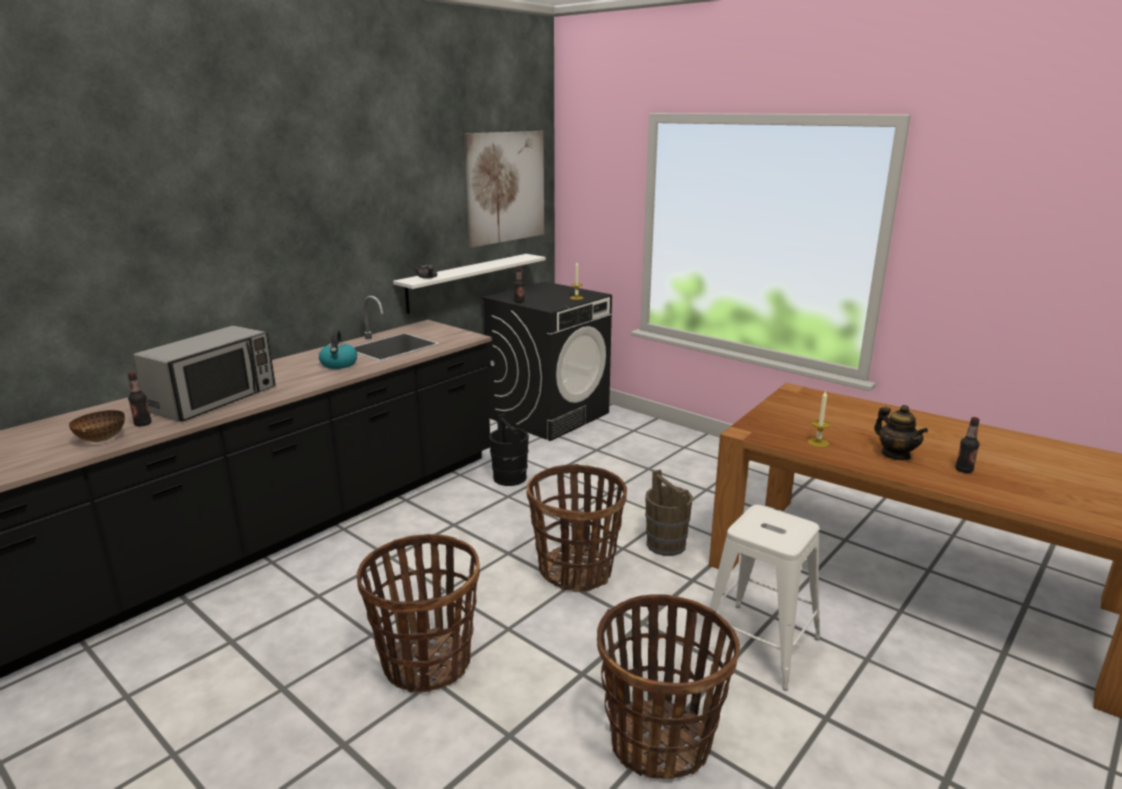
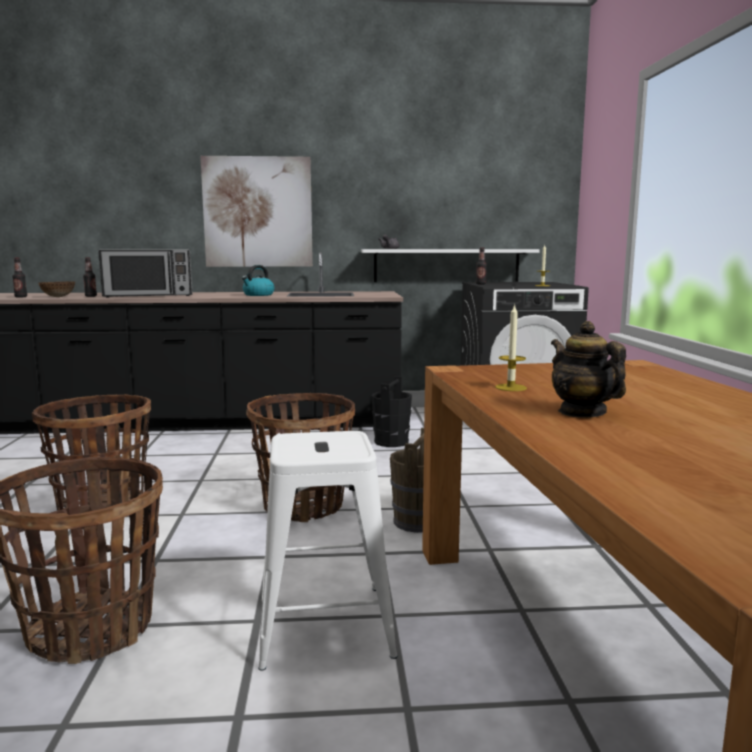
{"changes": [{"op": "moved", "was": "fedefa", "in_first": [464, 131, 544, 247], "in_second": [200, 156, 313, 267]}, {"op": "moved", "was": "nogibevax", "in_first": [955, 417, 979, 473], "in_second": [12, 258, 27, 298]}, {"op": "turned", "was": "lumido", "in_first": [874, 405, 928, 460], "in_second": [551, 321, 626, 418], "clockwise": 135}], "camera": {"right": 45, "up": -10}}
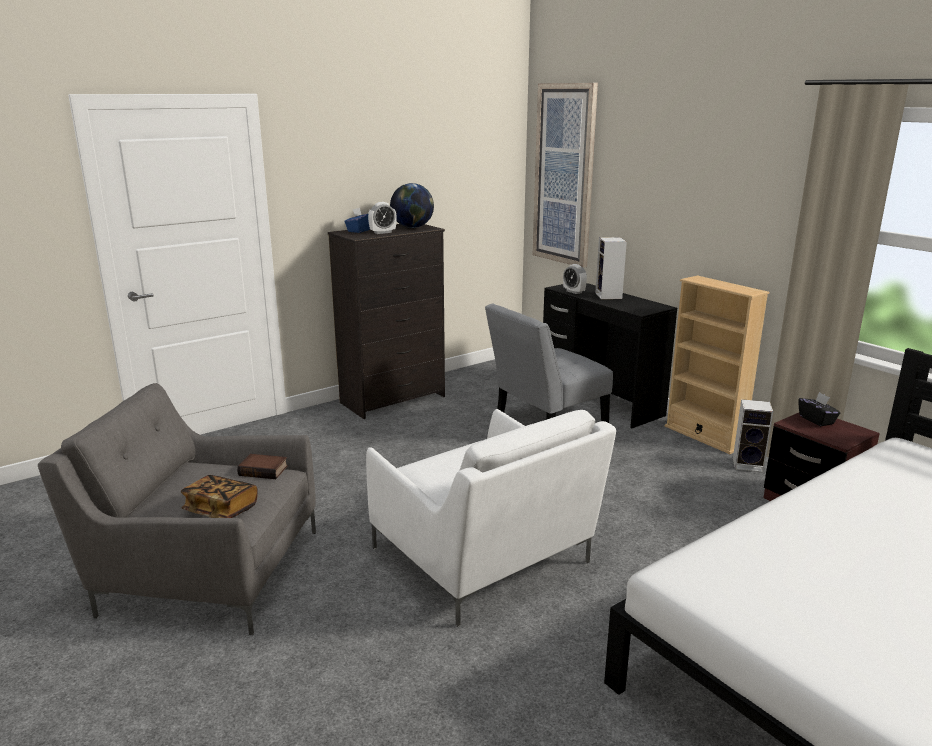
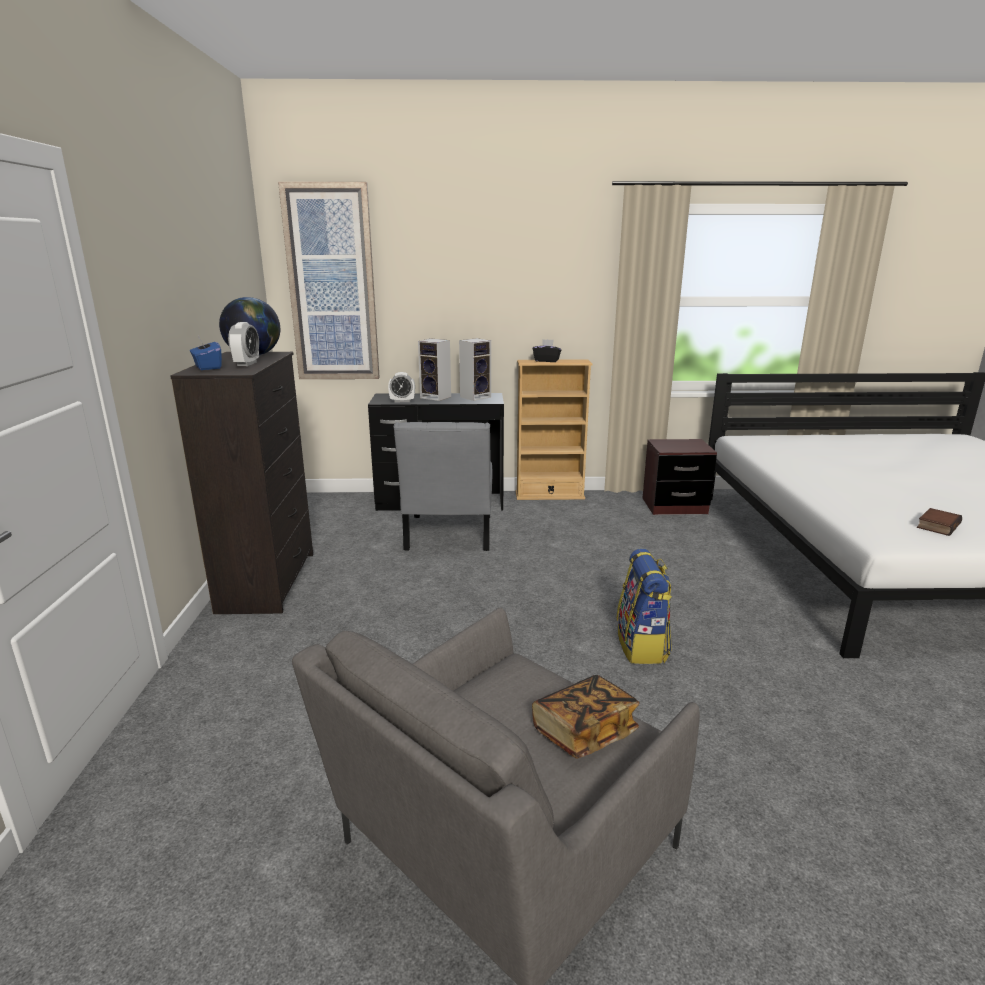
{"changes": [{"op": "moved", "was": "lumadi", "in_first": [237, 454, 288, 479], "in_second": [917, 508, 962, 536]}, {"op": "moved", "was": "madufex", "in_first": [733, 399, 773, 473], "in_second": [459, 338, 491, 401]}, {"op": "moved", "was": "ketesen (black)", "in_first": [798, 392, 841, 426], "in_second": [533, 339, 561, 362]}, {"op": "replaced", "was": "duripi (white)", "now": "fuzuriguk", "in_first": [366, 409, 616, 627], "in_second": [617, 549, 672, 664]}], "camera": {"right": -55, "up": 0}}
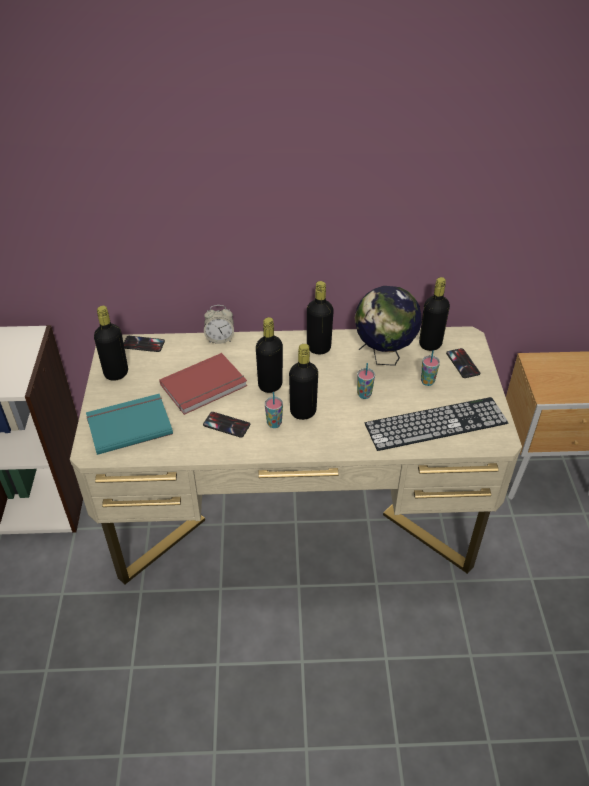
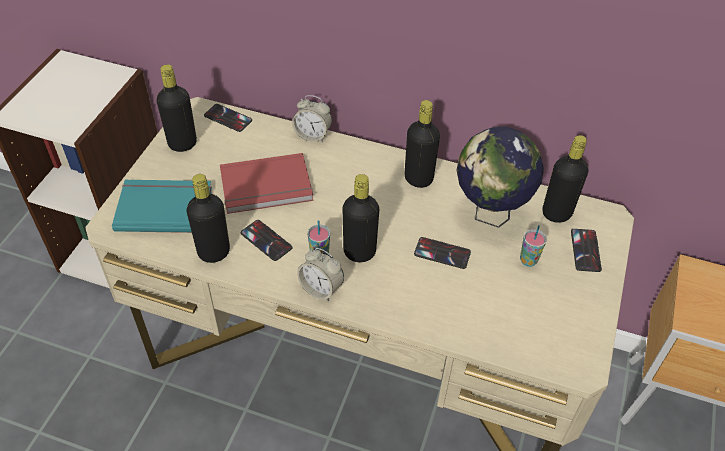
{"changes": [{"op": "removed", "was": "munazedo", "in_first": [365, 397, 508, 451]}, {"op": "added", "now": "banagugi", "in_second": [297, 248, 344, 301]}, {"op": "moved", "was": "nogibevax (black)", "in_first": [256, 317, 283, 393], "in_second": [187, 174, 230, 263]}, {"op": "replaced", "was": "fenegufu", "now": "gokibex", "in_first": [357, 363, 375, 399], "in_second": [414, 237, 471, 269]}], "camera": {"right": 20, "up": 5}}
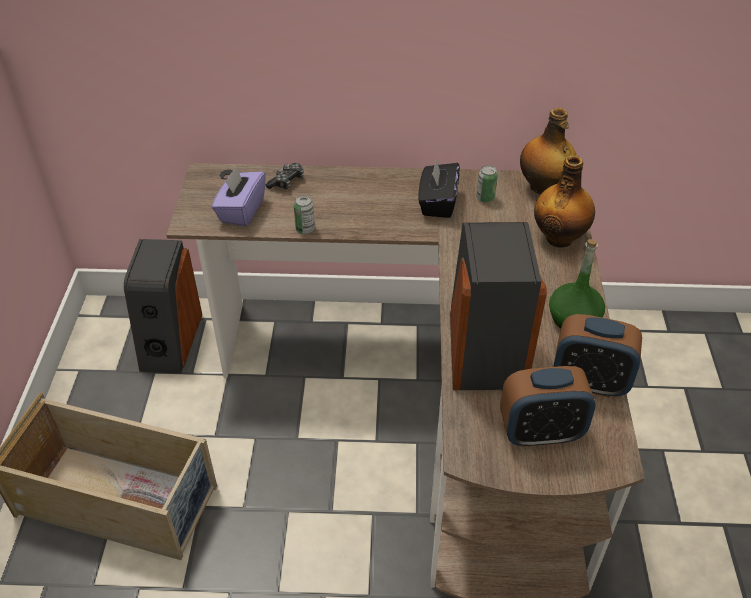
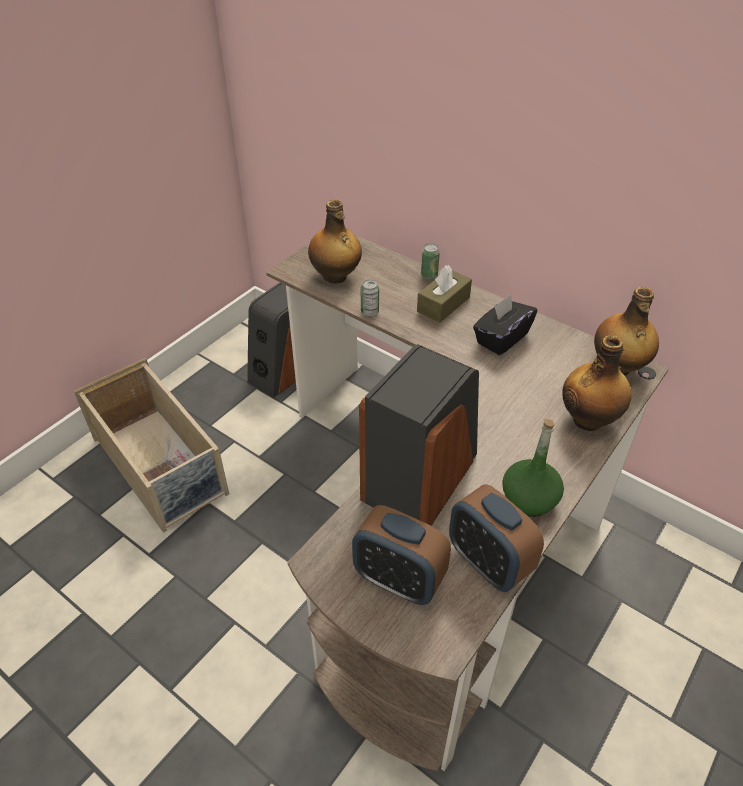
{"changes": [{"op": "removed", "was": "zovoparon", "in_first": [266, 163, 304, 189]}, {"op": "added", "now": "ketesen (brown)", "in_second": [417, 265, 472, 323]}, {"op": "moved", "was": "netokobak", "in_first": [476, 165, 498, 203], "in_second": [421, 244, 440, 279]}, {"op": "replaced", "was": "ketesen (purple)", "now": "nogibevax", "in_first": [212, 166, 266, 226], "in_second": [308, 199, 362, 284]}], "camera": {"right": 35, "up": 0}}
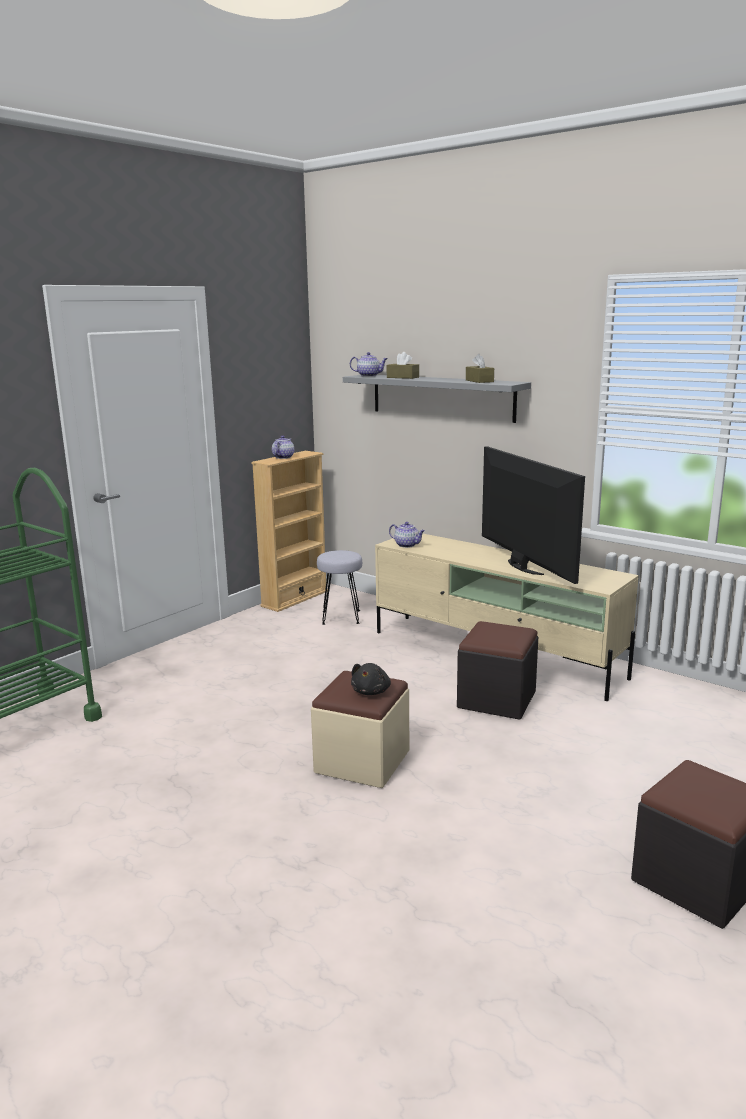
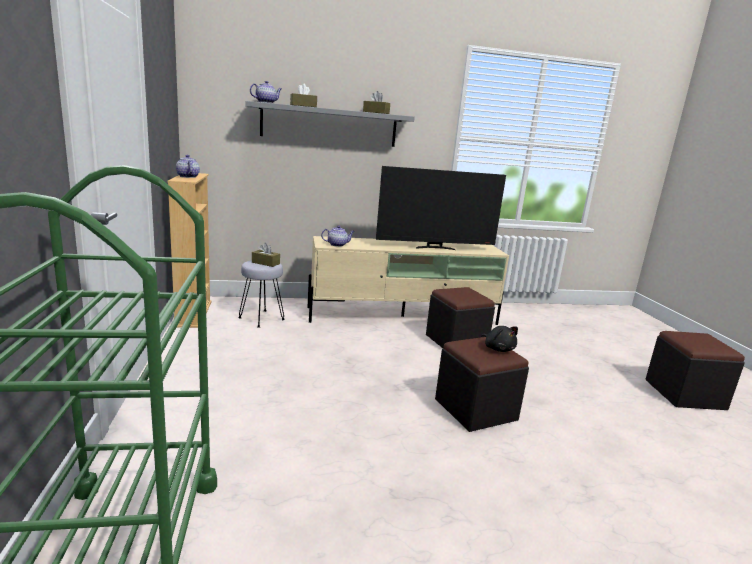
{"changes": [{"op": "added", "now": "ketesen (brown)", "in_second": [252, 243, 280, 267]}, {"op": "recoloured", "was": "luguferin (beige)", "now": "luguferin (black)", "in_first": [311, 671, 409, 788], "in_second": [435, 337, 529, 432]}, {"op": "turned", "was": "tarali", "in_first": [482, 446, 585, 584], "in_second": [376, 166, 506, 250], "clockwise": 150}], "camera": {"right": -50, "up": 0}}
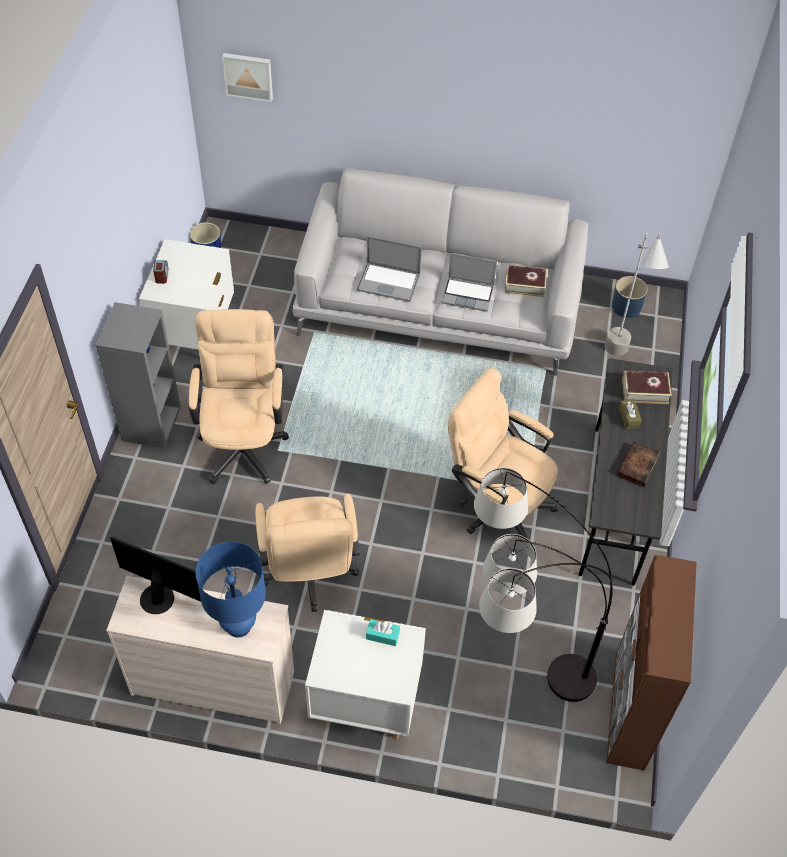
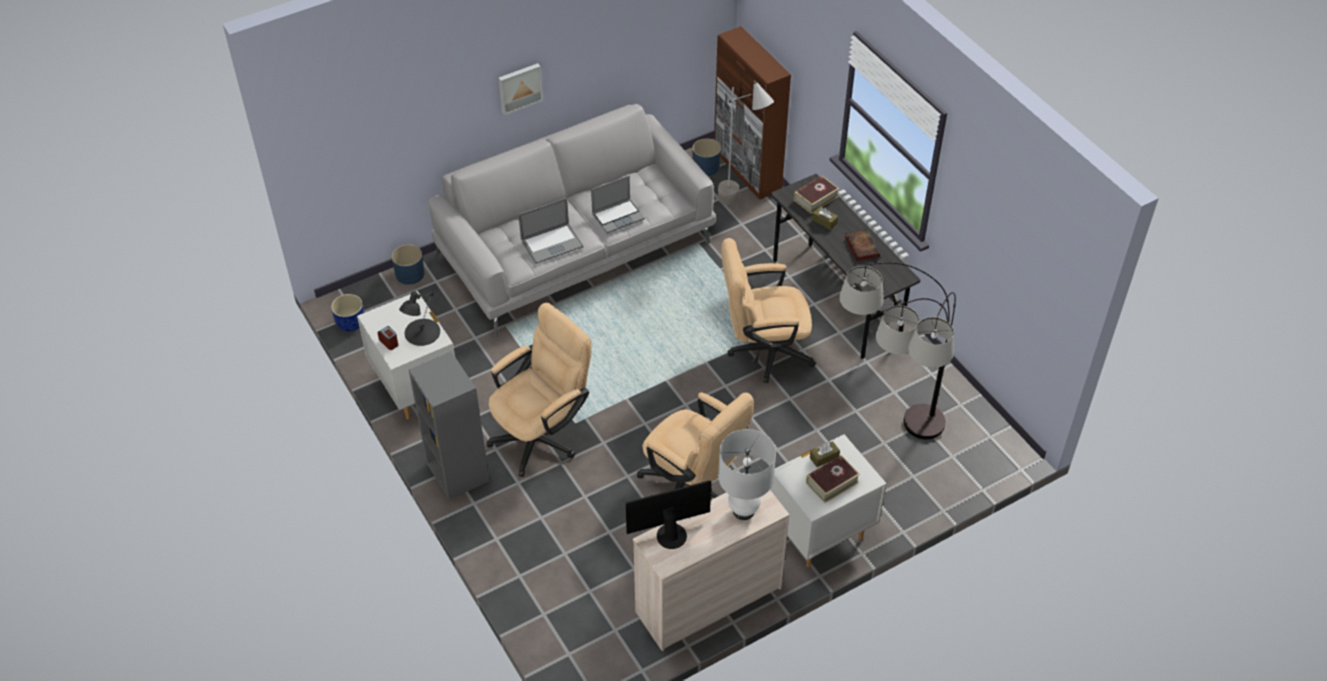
{"changes": [{"op": "added", "now": "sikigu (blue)", "in_second": [391, 245, 425, 285]}, {"op": "added", "now": "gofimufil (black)", "in_second": [399, 291, 440, 346]}, {"op": "moved", "was": "fedefa", "in_first": [222, 53, 273, 102], "in_second": [499, 63, 543, 115]}, {"op": "moved", "was": "lumadi", "in_first": [504, 265, 547, 297], "in_second": [806, 455, 860, 503]}, {"op": "moved", "was": "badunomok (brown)", "in_first": [606, 555, 697, 771], "in_second": [714, 26, 791, 200]}, {"op": "recoloured", "was": "gofimufil (blue)", "now": "gofimufil (white)", "in_first": [196, 542, 266, 637], "in_second": [718, 429, 776, 520]}, {"op": "recoloured", "was": "ketesen (turquoise)", "now": "ketesen (brown)", "in_first": [366, 619, 400, 646], "in_second": [810, 441, 840, 467]}, {"op": "turned", "was": "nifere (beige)", "in_first": [189, 309, 289, 484], "in_second": [487, 303, 591, 477], "clockwise": 90}], "camera": {"right": -40, "up": -5}}
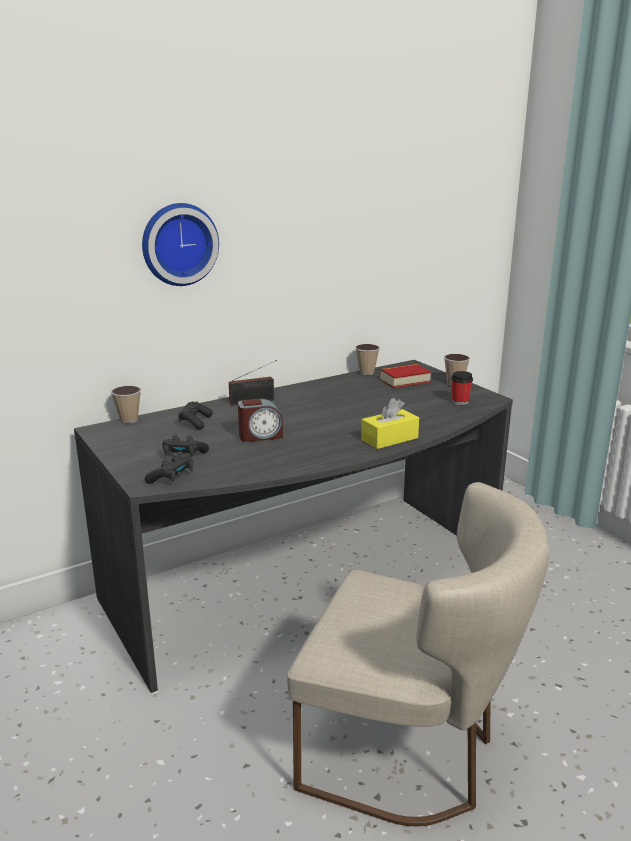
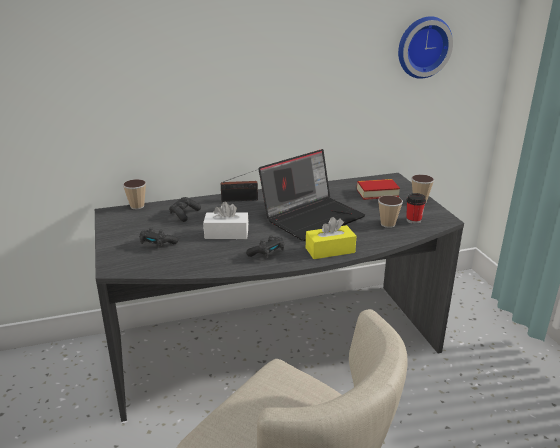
{"changes": [{"op": "added", "now": "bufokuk", "in_second": [259, 149, 365, 241]}, {"op": "moved", "was": "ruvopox", "in_first": [142, 203, 219, 286], "in_second": [398, 16, 453, 79]}, {"op": "moved", "was": "zovoparon (black)", "in_first": [145, 453, 193, 484], "in_second": [246, 235, 284, 258]}, {"op": "moved", "was": "fenegufu", "in_first": [355, 344, 380, 375], "in_second": [378, 195, 403, 228]}, {"op": "replaced", "was": "banagugi", "now": "ketesen (white)", "in_first": [238, 399, 283, 442], "in_second": [203, 202, 249, 239]}], "camera": {"right": 15, "up": 5}}
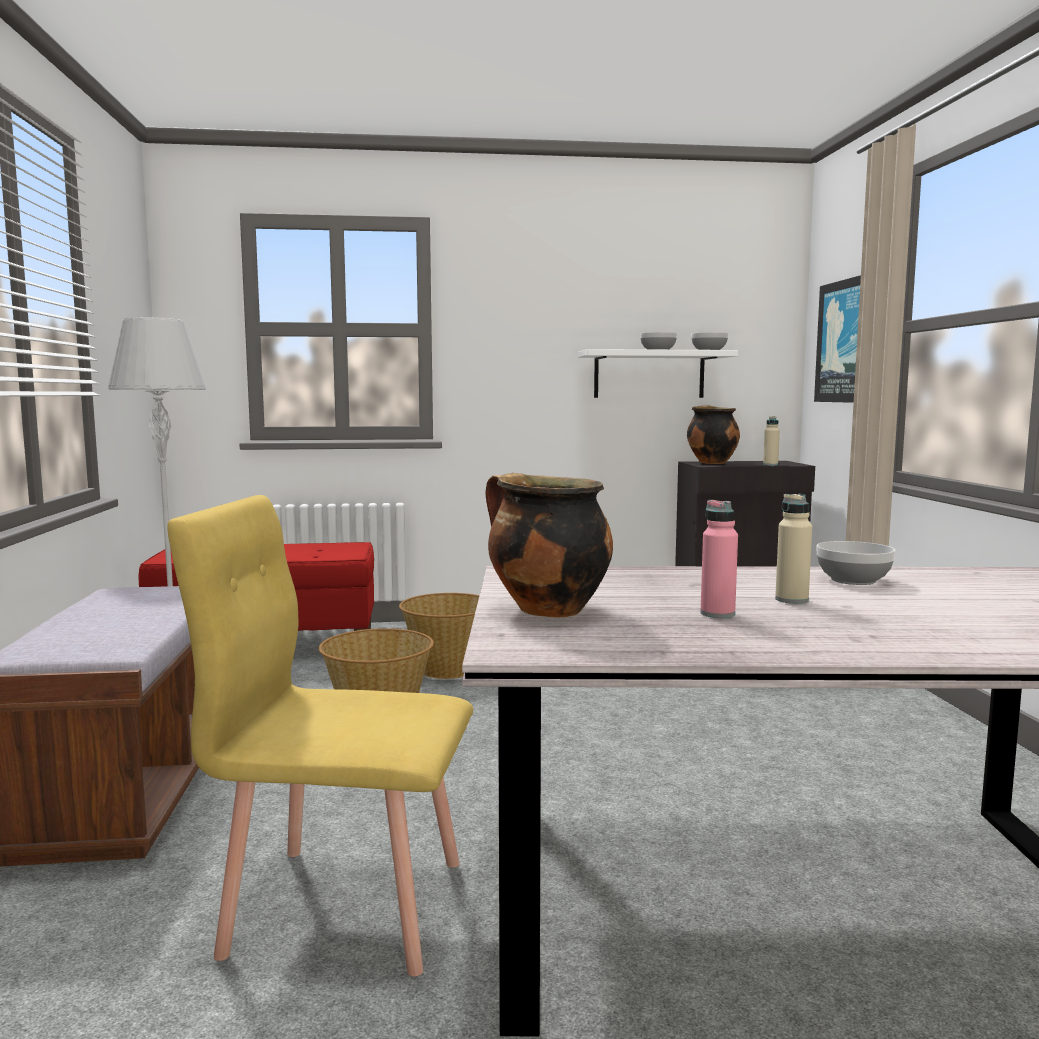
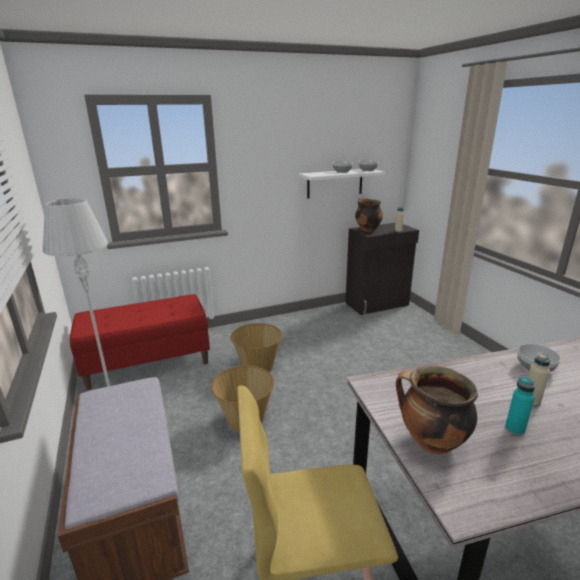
{"changes": [{"op": "removed", "was": "fedefa", "in_first": [814, 275, 861, 403]}, {"op": "recoloured", "was": "nogibevax (pink)", "now": "nogibevax (turquoise)", "in_first": [700, 500, 738, 618], "in_second": [505, 377, 535, 436]}], "camera": {"right": -15, "up": 15}}
